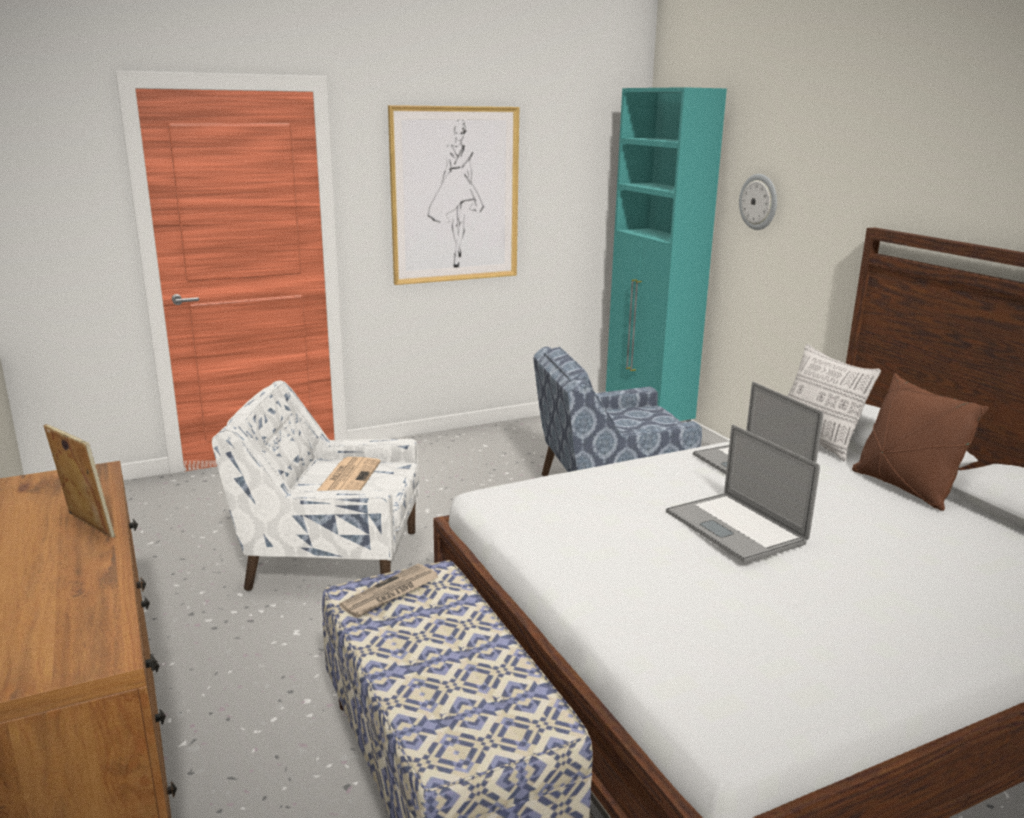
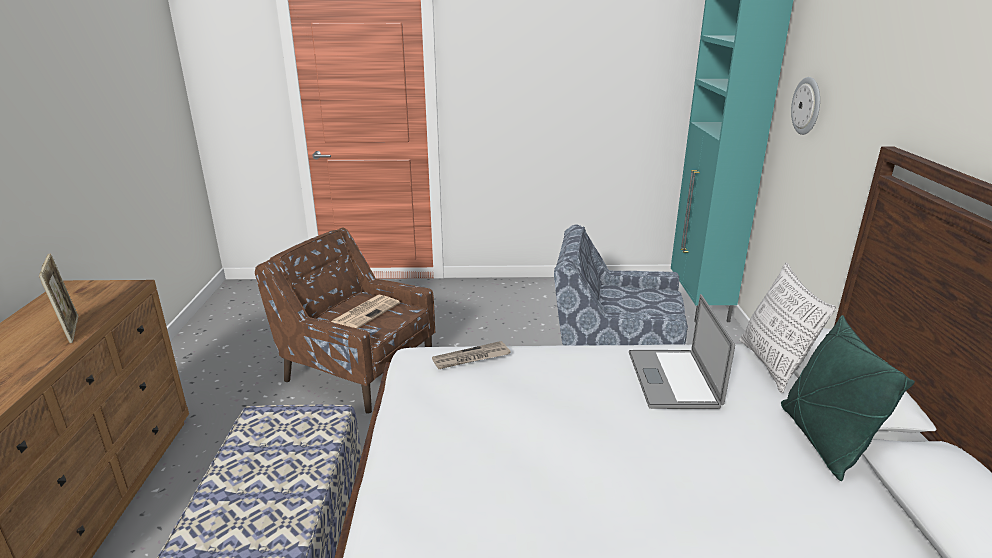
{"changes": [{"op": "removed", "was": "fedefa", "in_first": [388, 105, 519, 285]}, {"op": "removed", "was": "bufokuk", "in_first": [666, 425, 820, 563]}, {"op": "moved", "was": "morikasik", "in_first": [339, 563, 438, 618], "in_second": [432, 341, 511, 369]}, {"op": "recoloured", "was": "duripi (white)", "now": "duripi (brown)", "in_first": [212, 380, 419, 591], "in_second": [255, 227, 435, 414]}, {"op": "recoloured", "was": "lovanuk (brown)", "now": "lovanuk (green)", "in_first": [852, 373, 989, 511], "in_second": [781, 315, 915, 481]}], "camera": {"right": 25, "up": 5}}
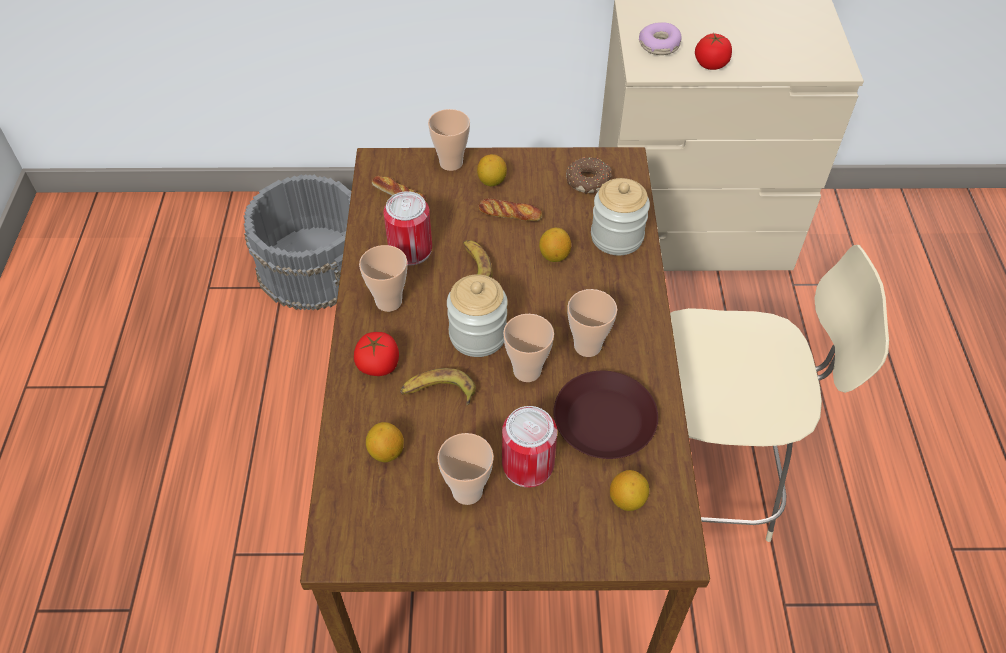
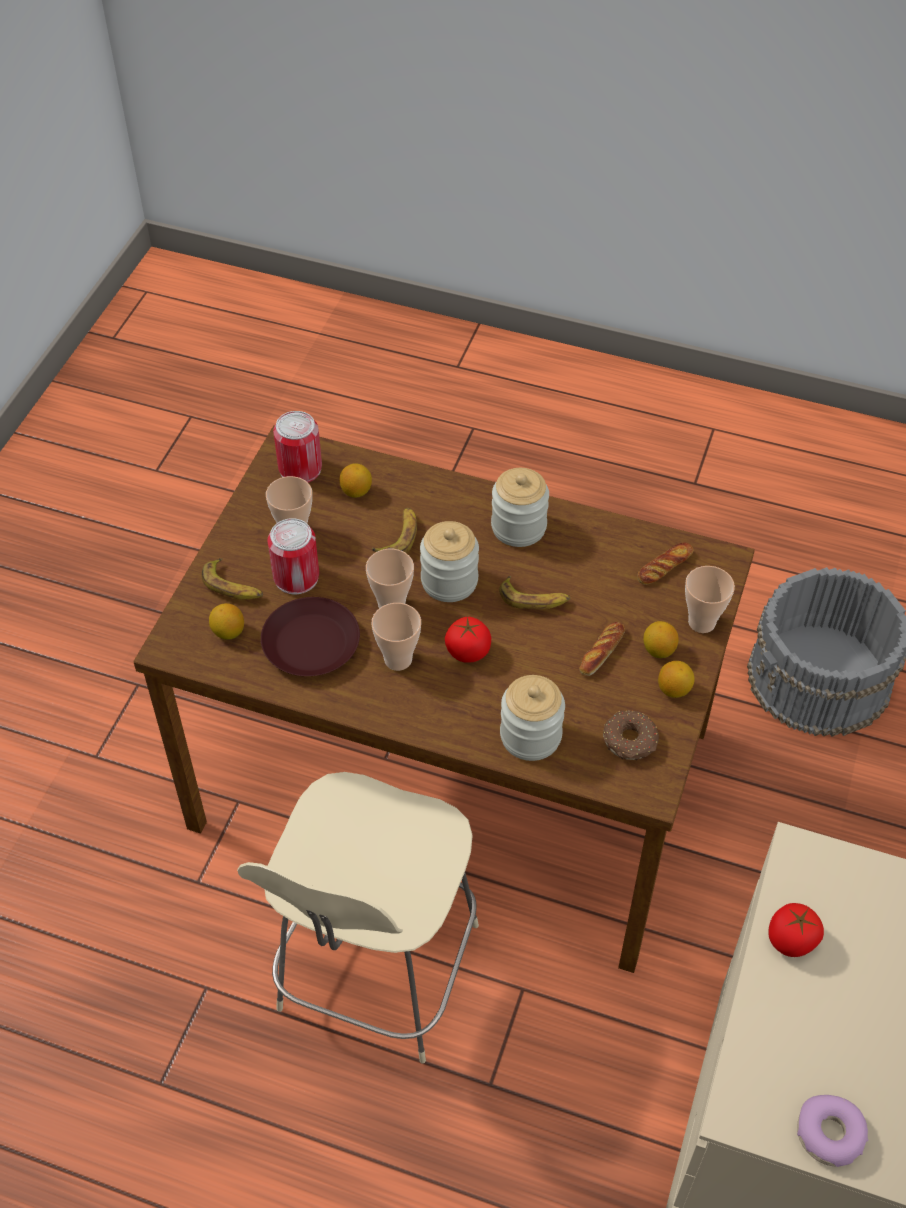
{"changes": [{"op": "added", "now": "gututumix", "in_second": [201, 558, 263, 600]}, {"op": "moved", "was": "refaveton", "in_first": [354, 332, 399, 376], "in_second": [445, 617, 491, 663]}, {"op": "moved", "was": "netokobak", "in_first": [383, 191, 432, 266], "in_second": [273, 411, 322, 483]}, {"op": "moved", "was": "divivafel", "in_first": [539, 228, 571, 262], "in_second": [658, 661, 695, 698]}, {"op": "moved", "was": "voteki", "in_first": [639, 23, 682, 55], "in_second": [797, 1095, 868, 1167]}, {"op": "replaced", "was": "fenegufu", "now": "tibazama", "in_first": [359, 245, 407, 312], "in_second": [491, 468, 549, 547]}], "camera": {"right": 110, "up": 0}}
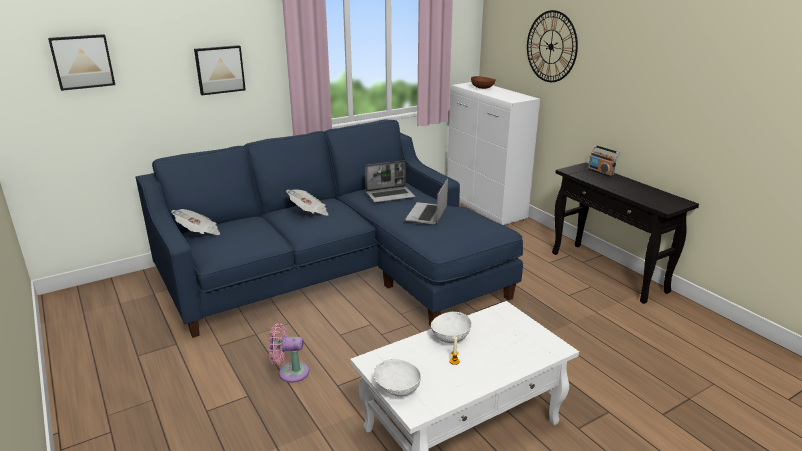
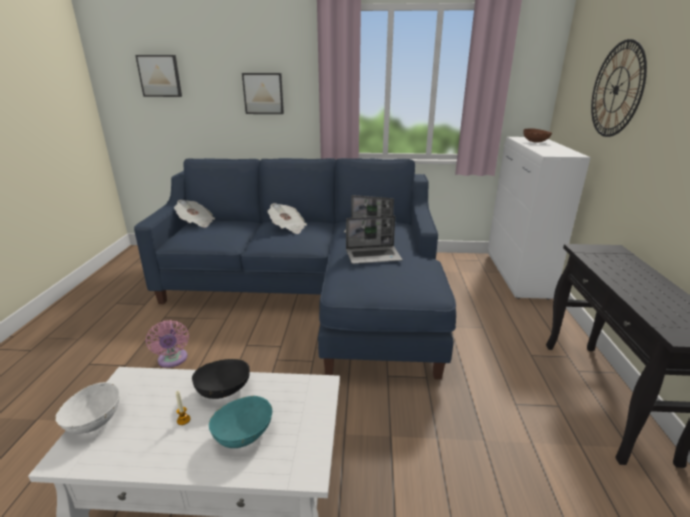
{"changes": [{"op": "removed", "was": "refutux", "in_first": [588, 145, 620, 177]}, {"op": "added", "now": "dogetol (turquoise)", "in_second": [209, 396, 272, 448]}, {"op": "recoloured", "was": "dogetol (white)", "now": "dogetol (black)", "in_first": [431, 312, 472, 343], "in_second": [192, 359, 250, 399]}, {"op": "turned", "was": "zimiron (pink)", "in_first": [268, 323, 309, 383], "in_second": [146, 320, 189, 368], "clockwise": -150}, {"op": "turned", "was": "bufokuk", "in_first": [405, 178, 448, 225], "in_second": [346, 216, 403, 264], "clockwise": -150}], "camera": {"right": 35, "up": 0}}
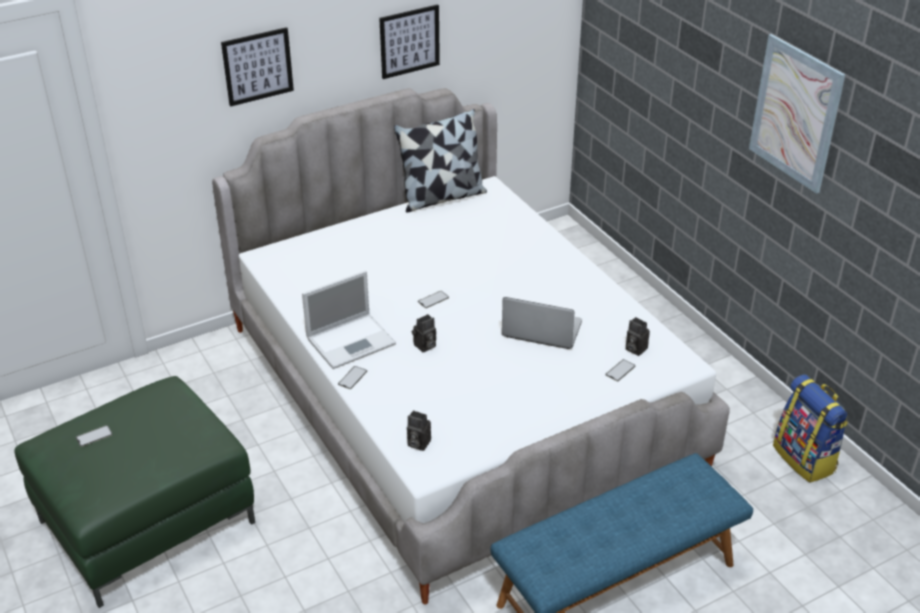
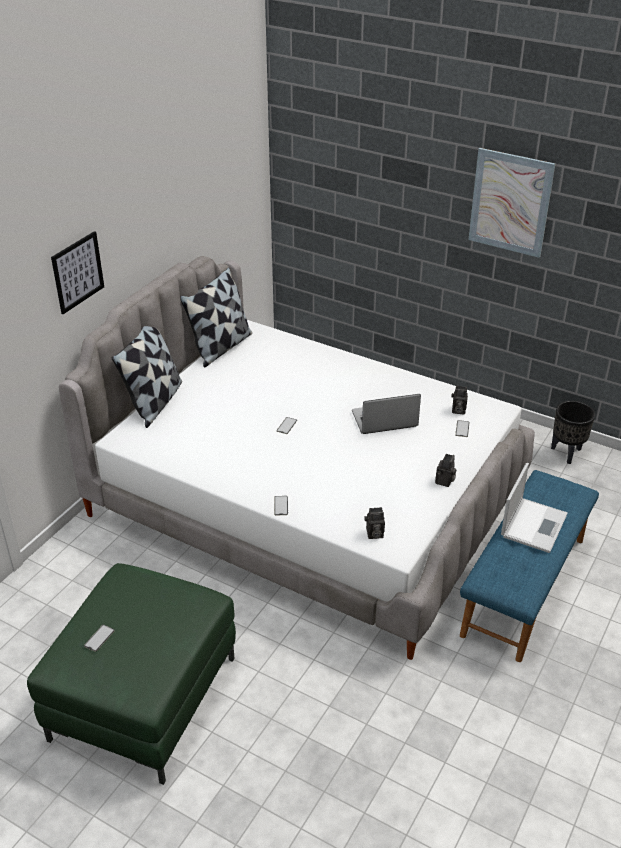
{"changes": [{"op": "removed", "was": "fedefa", "in_first": [379, 4, 440, 79]}, {"op": "added", "now": "lovanuk", "in_second": [112, 326, 182, 428]}, {"op": "moved", "was": "bufokuk", "in_first": [302, 271, 396, 369], "in_second": [501, 463, 568, 553]}, {"op": "moved", "was": "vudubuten", "in_first": [412, 314, 436, 352], "in_second": [435, 454, 456, 487]}, {"op": "replaced", "was": "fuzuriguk", "now": "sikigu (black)", "in_first": [773, 374, 849, 483], "in_second": [551, 401, 595, 464]}], "camera": {"right": -30, "up": 0}}
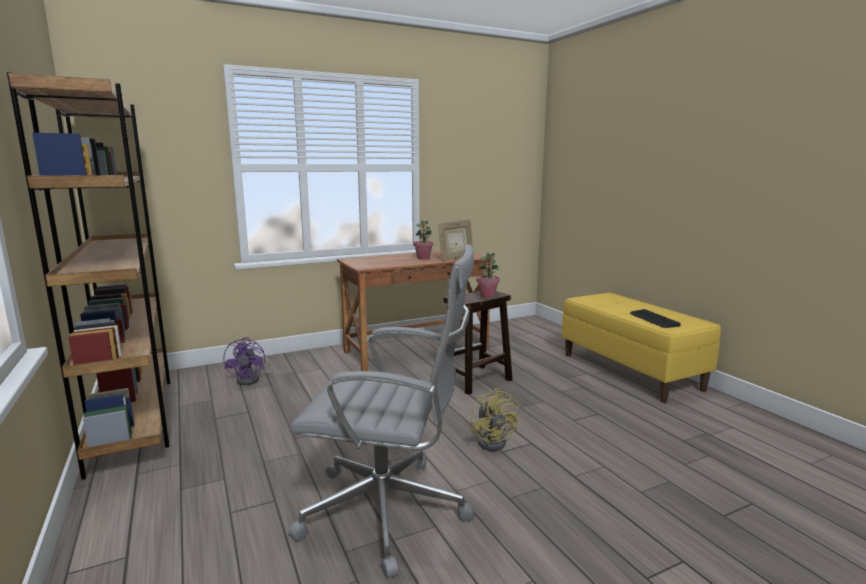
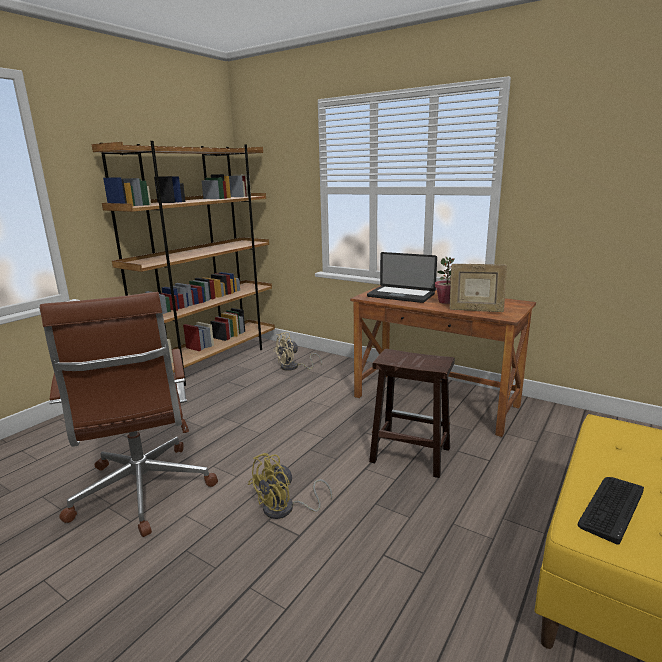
{"changes": [{"op": "removed", "was": "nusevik", "in_first": [476, 252, 500, 298]}, {"op": "added", "now": "bufokuk", "in_second": [367, 252, 437, 303]}, {"op": "recoloured", "was": "zimiron (purple)", "now": "zimiron (beige)", "in_first": [223, 337, 277, 385], "in_second": [273, 332, 322, 371]}, {"op": "recoloured", "was": "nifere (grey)", "now": "nifere (brown)", "in_first": [288, 244, 475, 578], "in_second": [39, 292, 218, 537]}], "camera": {"right": 60, "up": 5}}
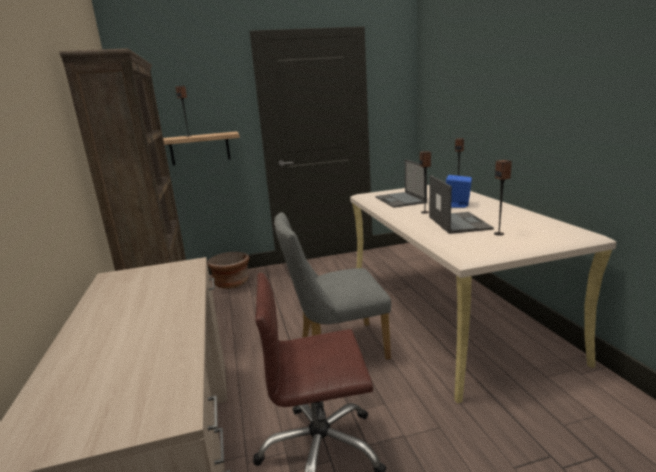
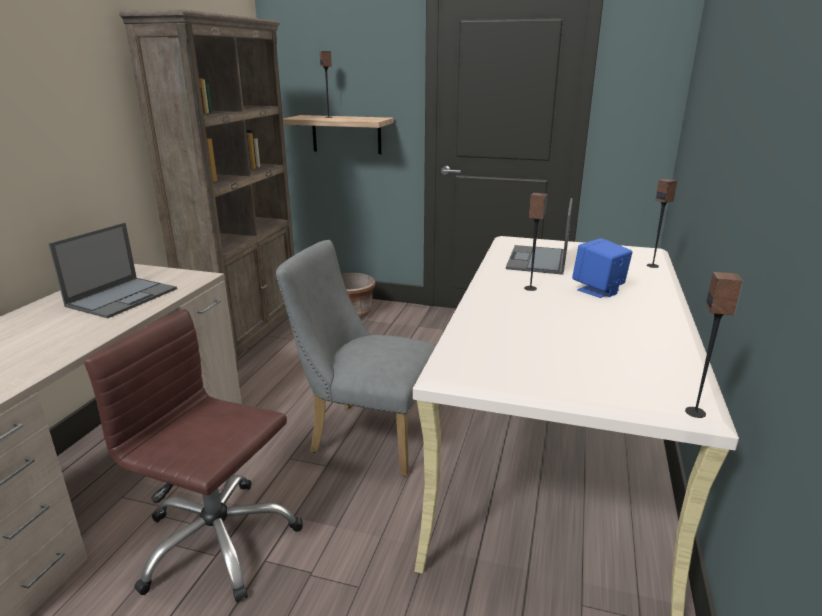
{"changes": [{"op": "moved", "was": "bufokuk", "in_first": [429, 175, 494, 234], "in_second": [48, 222, 177, 318]}, {"op": "moved", "was": "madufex", "in_first": [494, 160, 512, 236], "in_second": [685, 272, 743, 418]}], "camera": {"right": 30, "up": 5}}
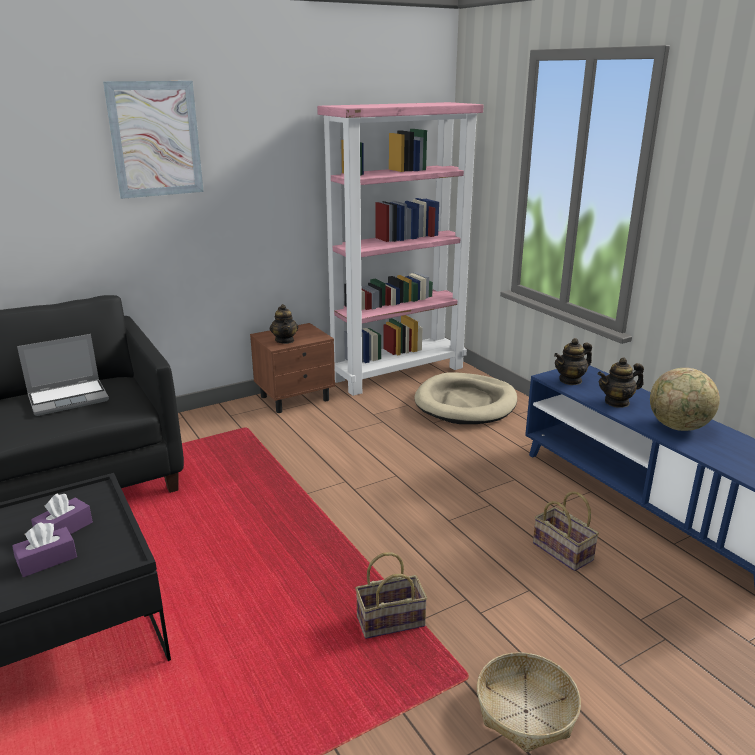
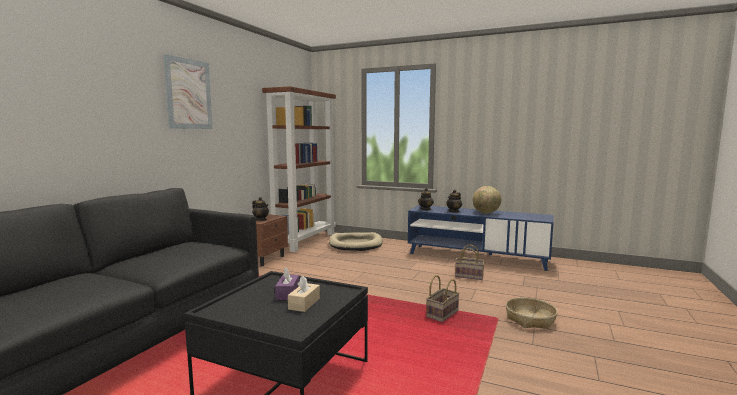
{"changes": [{"op": "removed", "was": "bufokuk", "in_first": [17, 334, 109, 416]}, {"op": "recoloured", "was": "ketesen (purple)", "now": "ketesen (beige)", "in_first": [12, 522, 77, 577], "in_second": [288, 276, 320, 312]}, {"op": "recoloured", "was": "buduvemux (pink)", "now": "buduvemux (brown)", "in_first": [317, 102, 483, 396], "in_second": [262, 86, 336, 252]}], "camera": {"right": -35, "up": -15}}
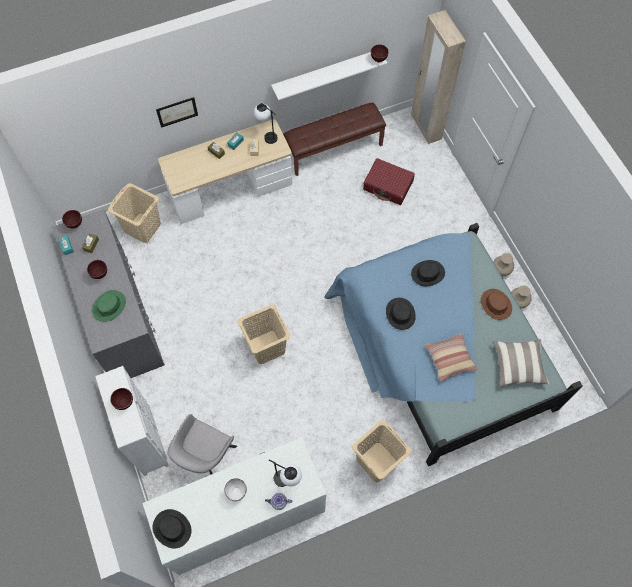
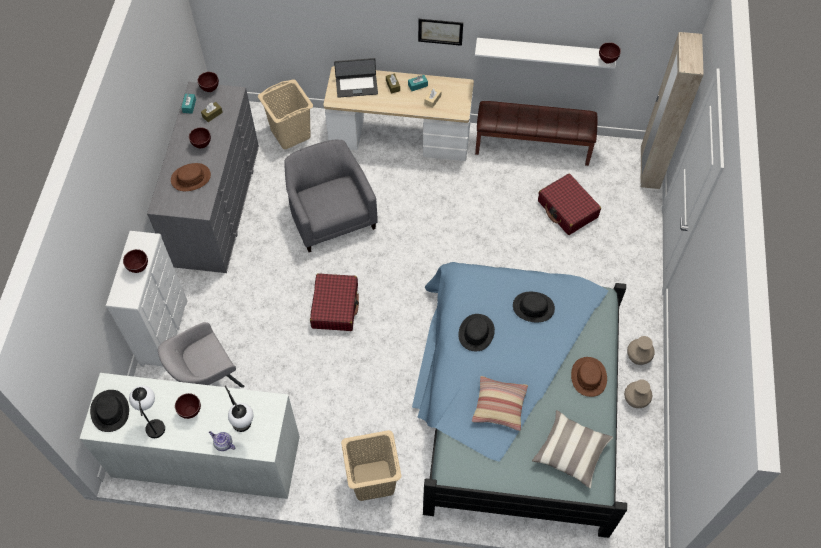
{"changes": [{"op": "added", "now": "duripi (grey)", "in_second": [284, 140, 378, 252]}, {"op": "added", "now": "bufokuk", "in_second": [334, 58, 378, 98]}, {"op": "moved", "was": "fedefa", "in_first": [156, 97, 198, 128], "in_second": [418, 19, 463, 46]}, {"op": "moved", "was": "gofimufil", "in_first": [254, 103, 277, 144], "in_second": [129, 386, 165, 438]}, {"op": "replaced", "was": "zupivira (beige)", "now": "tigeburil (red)", "in_first": [238, 304, 290, 364], "in_second": [310, 273, 359, 331]}, {"op": "recoloured", "was": "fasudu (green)", "now": "fasudu (brown)", "in_first": [92, 290, 126, 322], "in_second": [171, 163, 211, 191]}, {"op": "recoloured", "was": "dogetol (white)", "now": "dogetol (brown)", "in_first": [224, 478, 247, 501], "in_second": [175, 393, 201, 419]}], "camera": {"right": 30, "up": -5}}
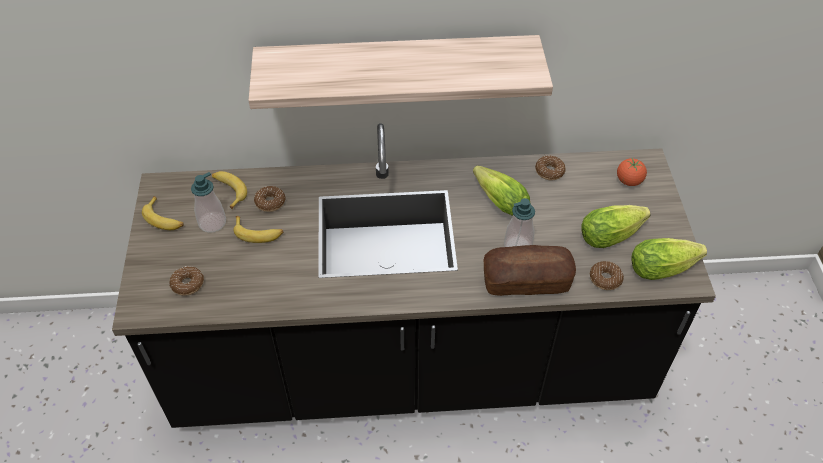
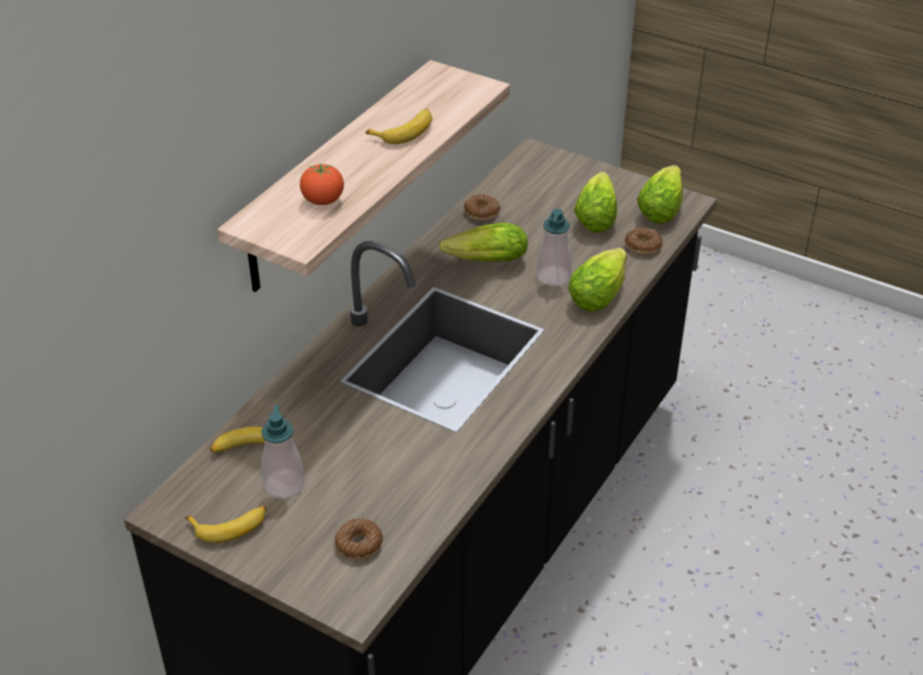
{"changes": [{"op": "removed", "was": "voteki", "in_first": [254, 186, 286, 212]}, {"op": "moved", "was": "gututumix", "in_first": [233, 216, 284, 243], "in_second": [366, 109, 432, 144]}, {"op": "moved", "was": "refaveton", "in_first": [617, 158, 647, 186], "in_second": [300, 163, 344, 205]}, {"op": "replaced", "was": "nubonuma", "now": "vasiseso", "in_first": [483, 245, 576, 296], "in_second": [568, 248, 627, 312]}], "camera": {"right": -55, "up": -10}}
